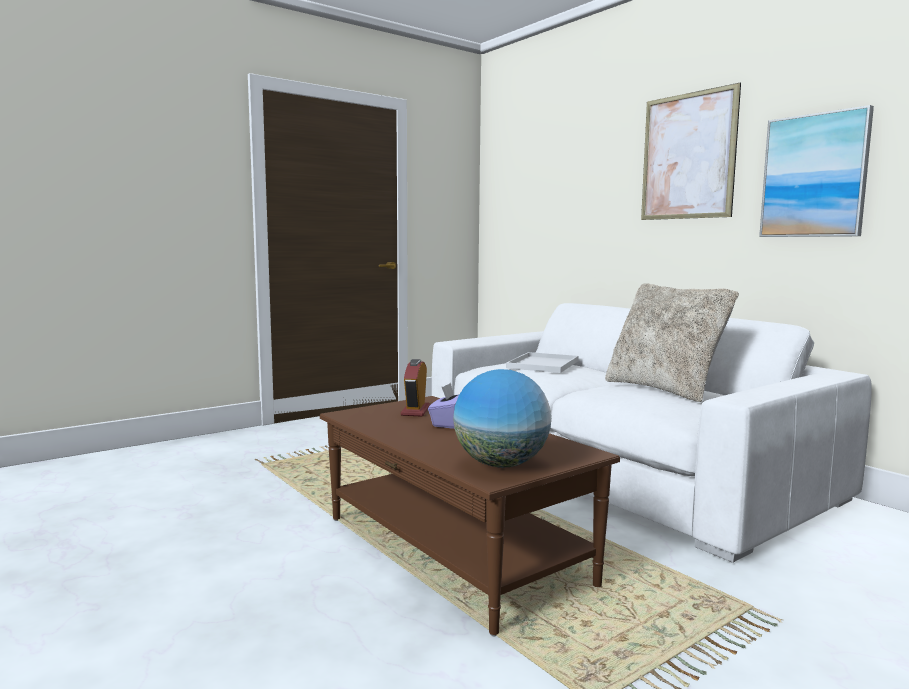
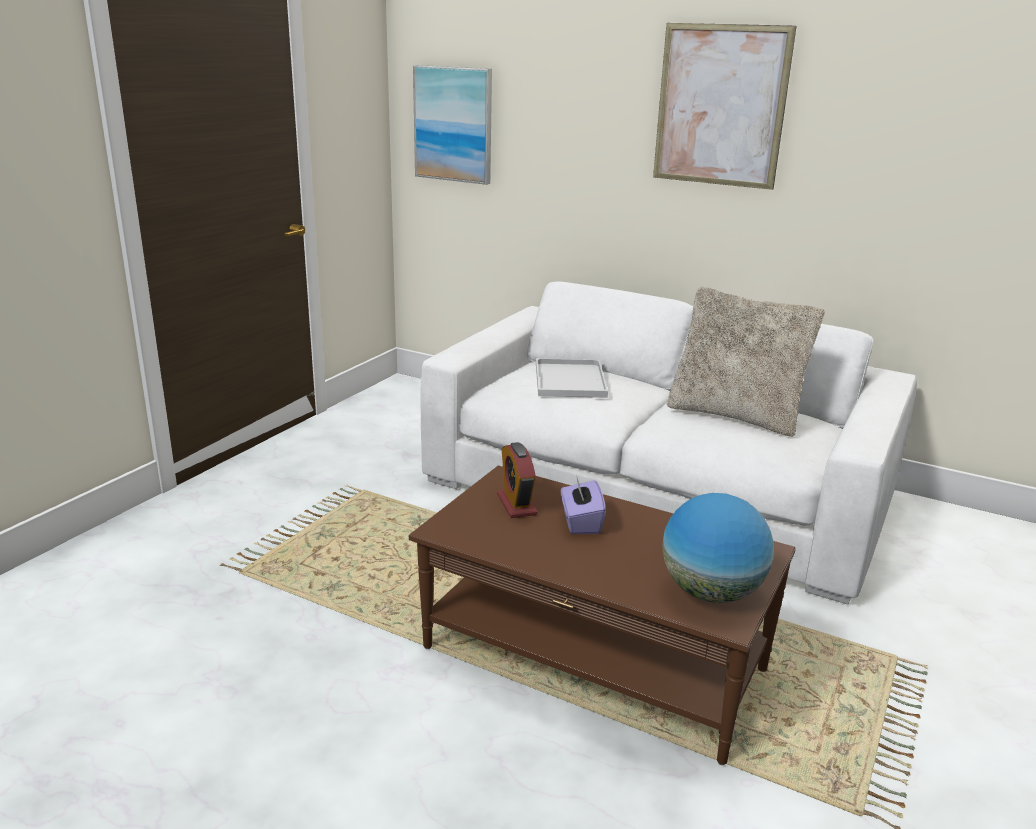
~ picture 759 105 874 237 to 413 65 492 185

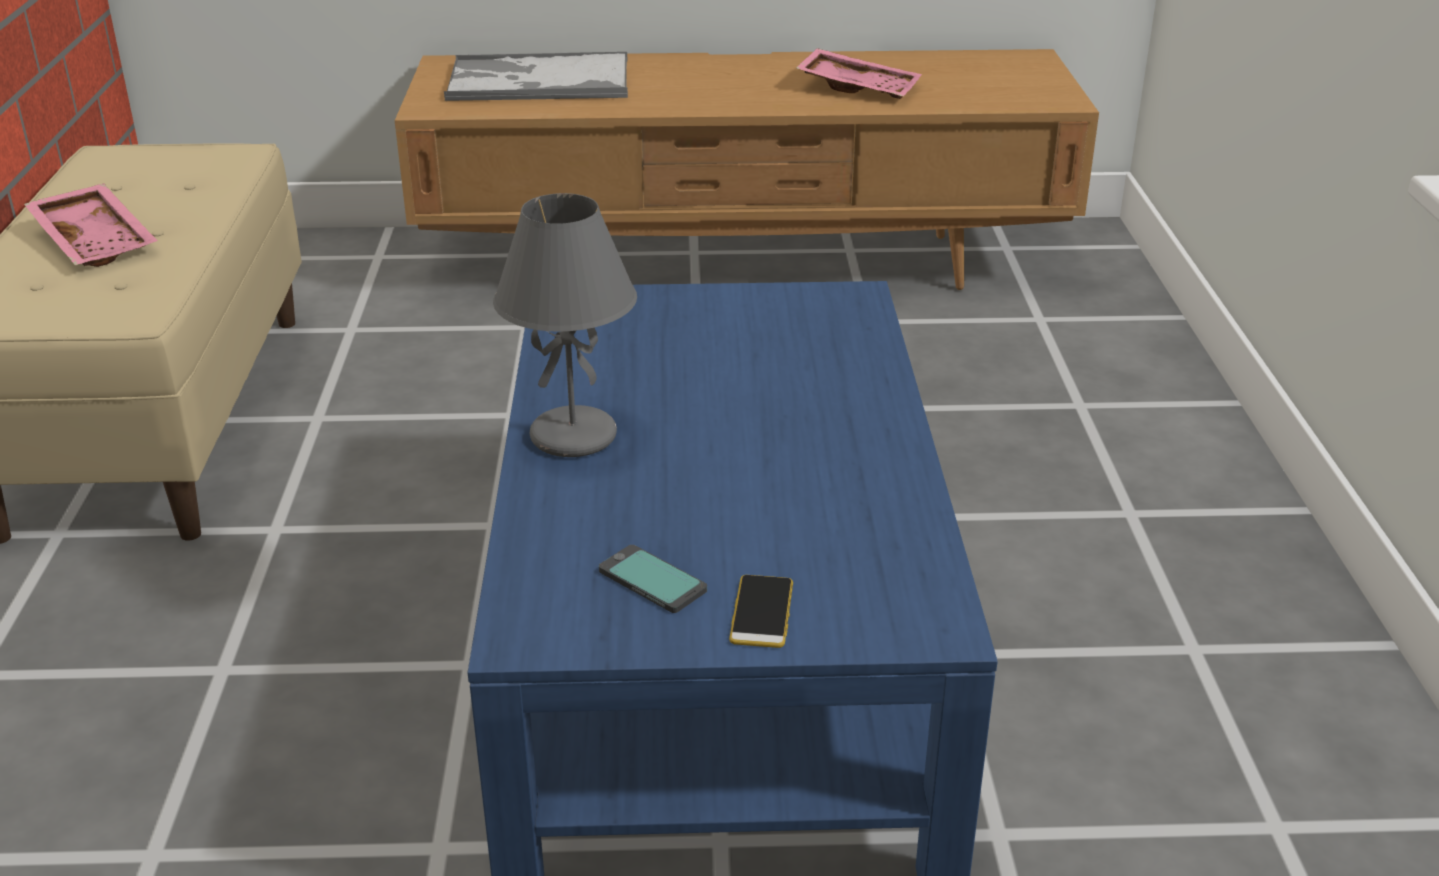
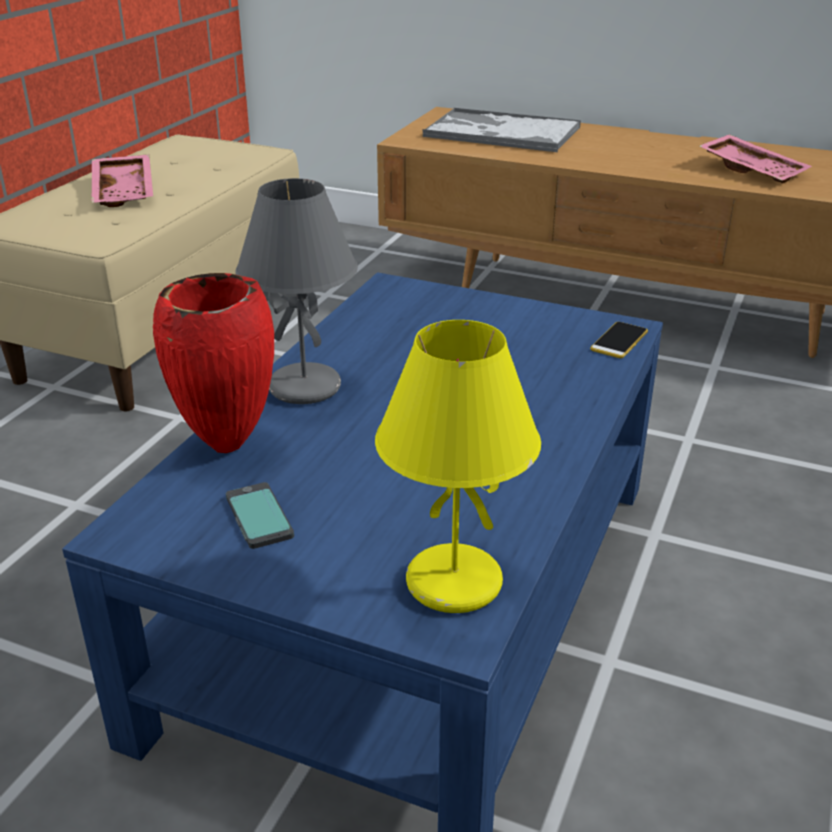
+ red vase 153 273 274 453
+ yellow table lamp 375 320 541 613
~ phone 729 575 793 648 to 590 322 648 358

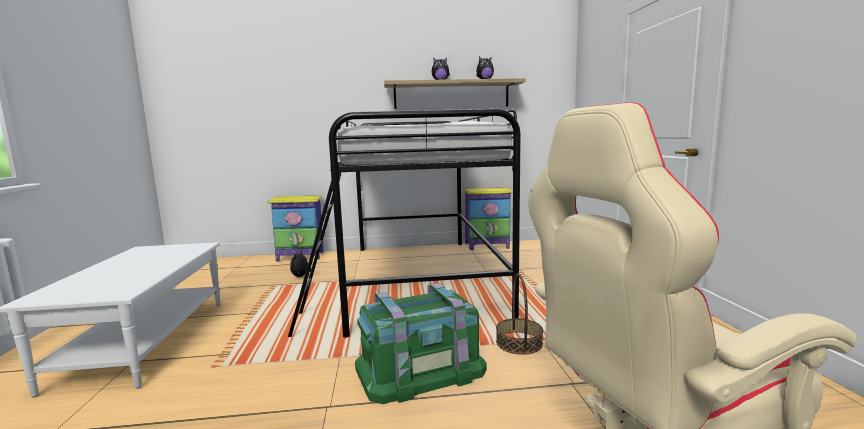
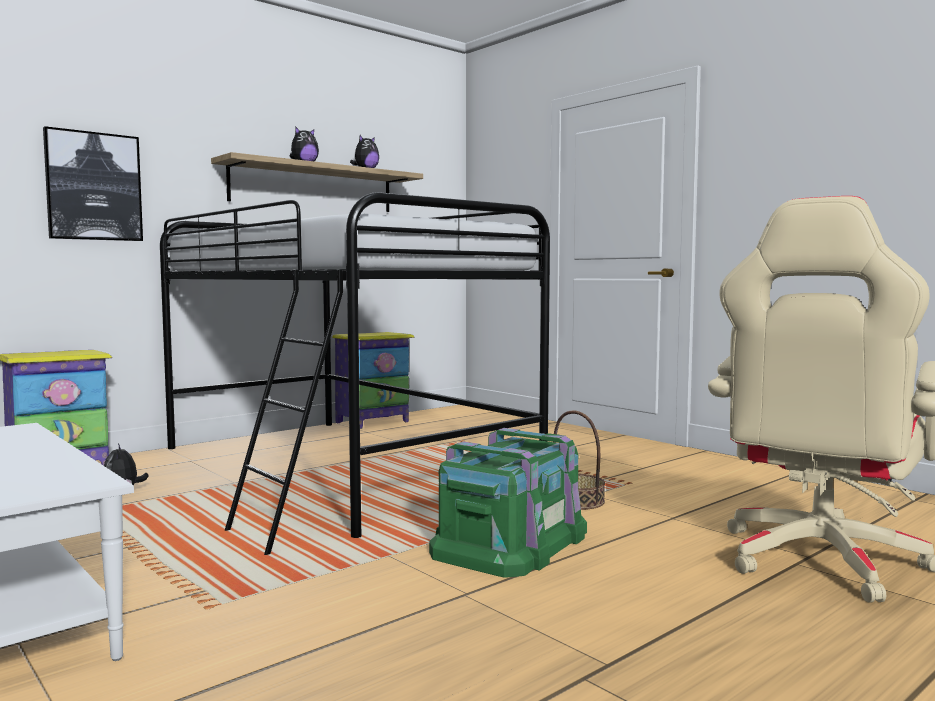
+ picture 43 126 143 241

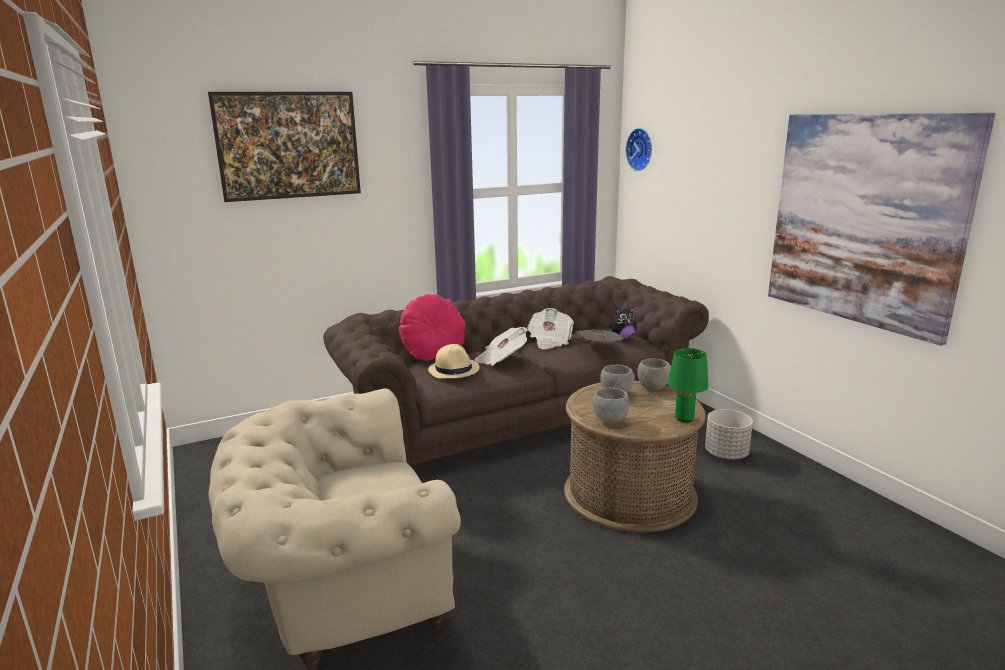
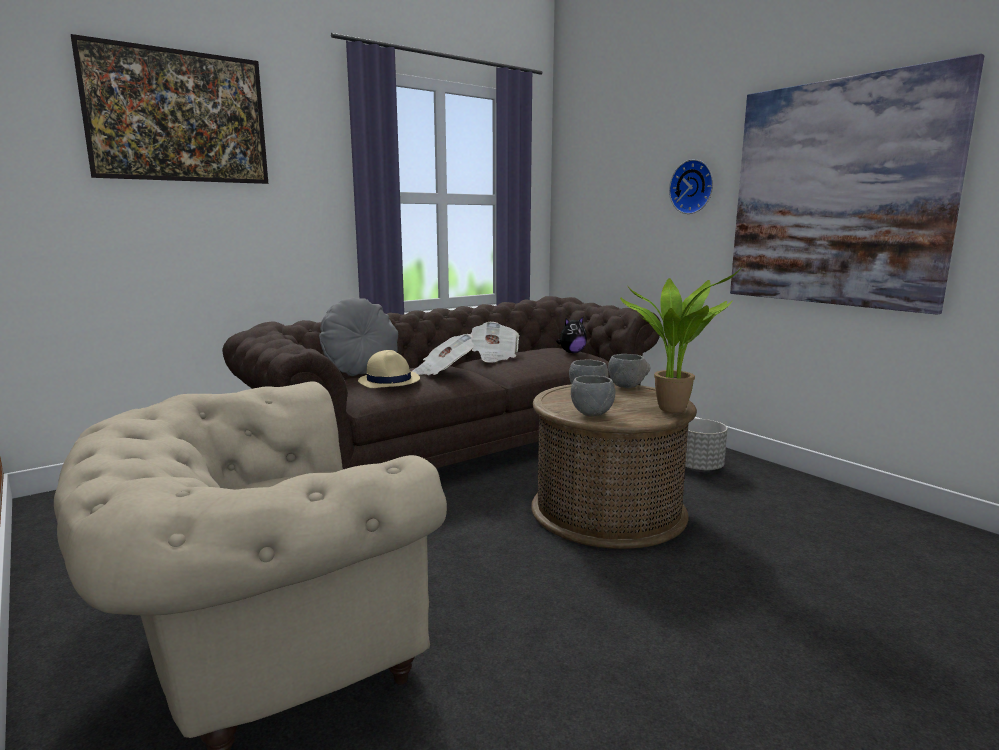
~ pink pillow 399 294 466 361 to grey pillow 319 298 398 376
~ green table lamp 668 348 709 422 to potted plant 620 266 743 413
~ wall clock 626 128 652 171 to 669 159 713 214
- newspaper 575 329 624 342

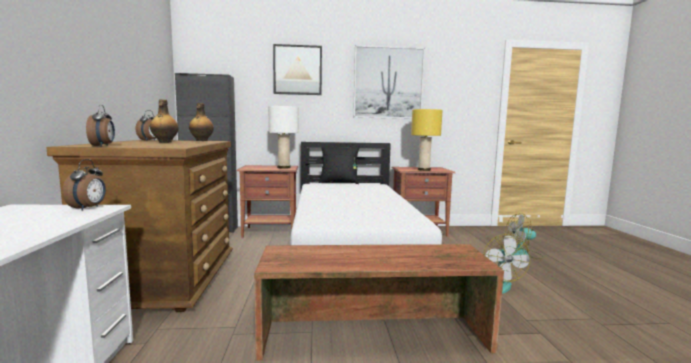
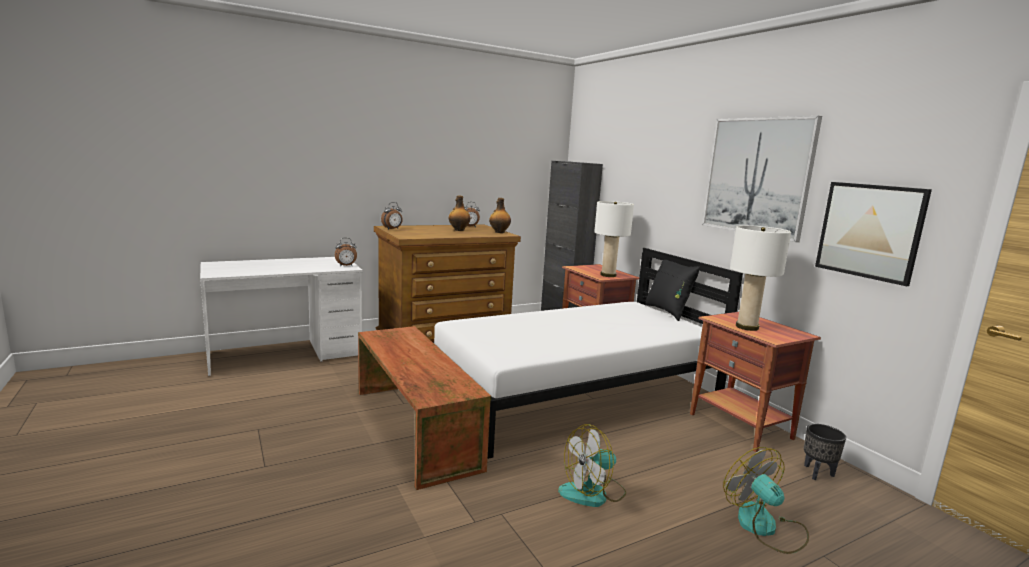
~ yellow table lamp 411 109 443 171 to white table lamp 730 225 791 331
+ black planter 804 424 846 480
~ picture 273 44 322 95 to 815 182 932 286

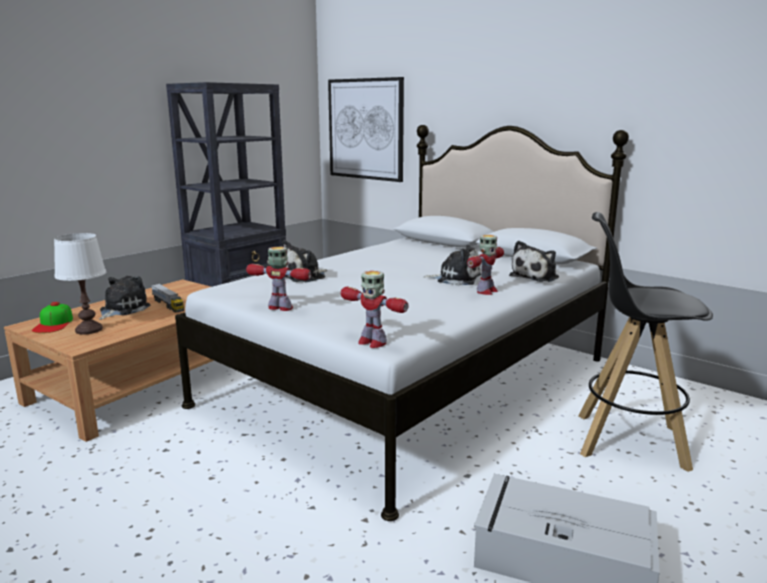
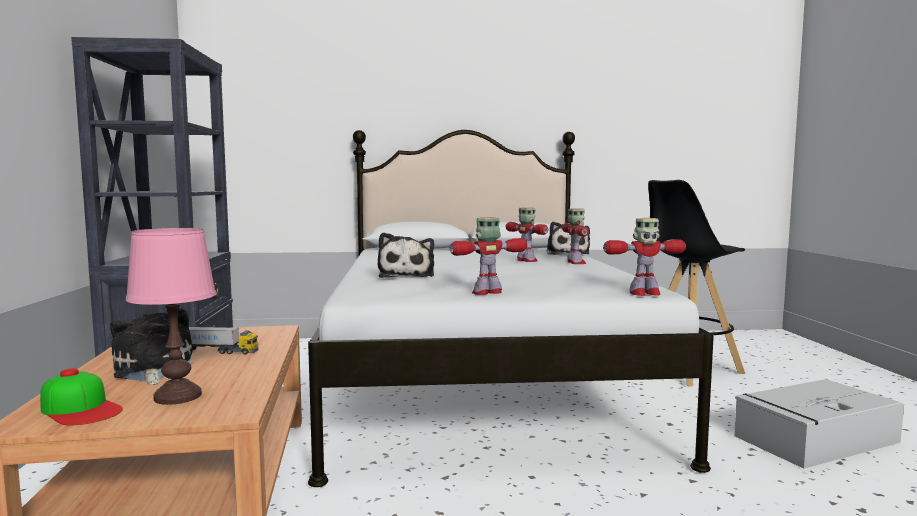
~ white table lamp 54 233 106 335 to pink table lamp 126 228 216 405
~ plush toy 424 245 481 286 to toy robot 506 207 548 262
- picture 328 77 404 182

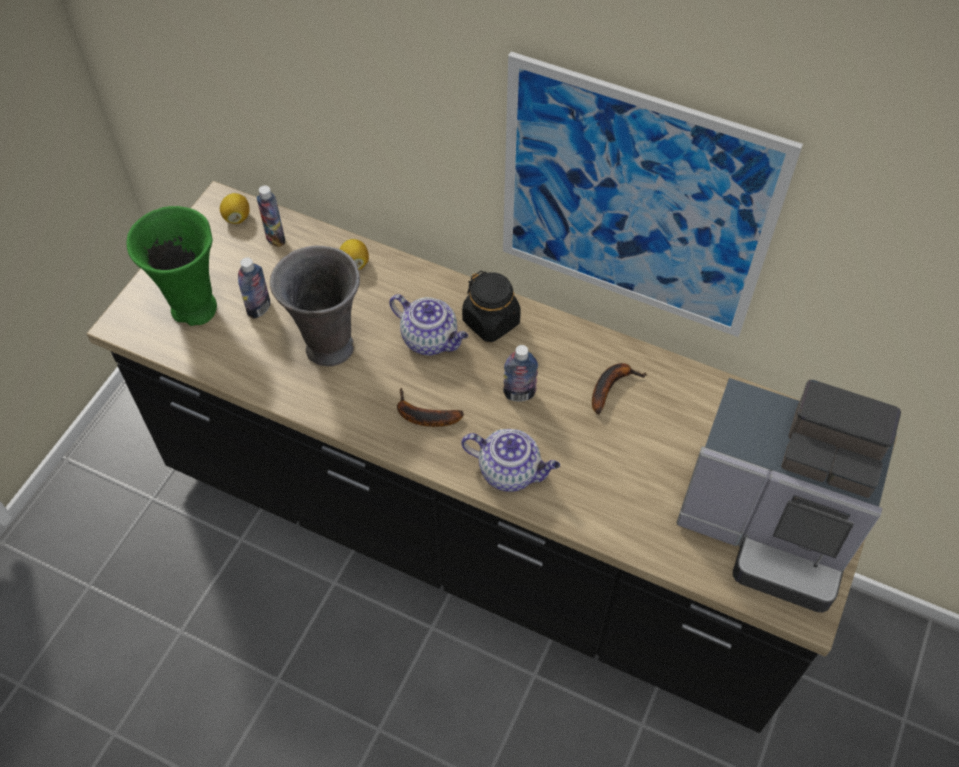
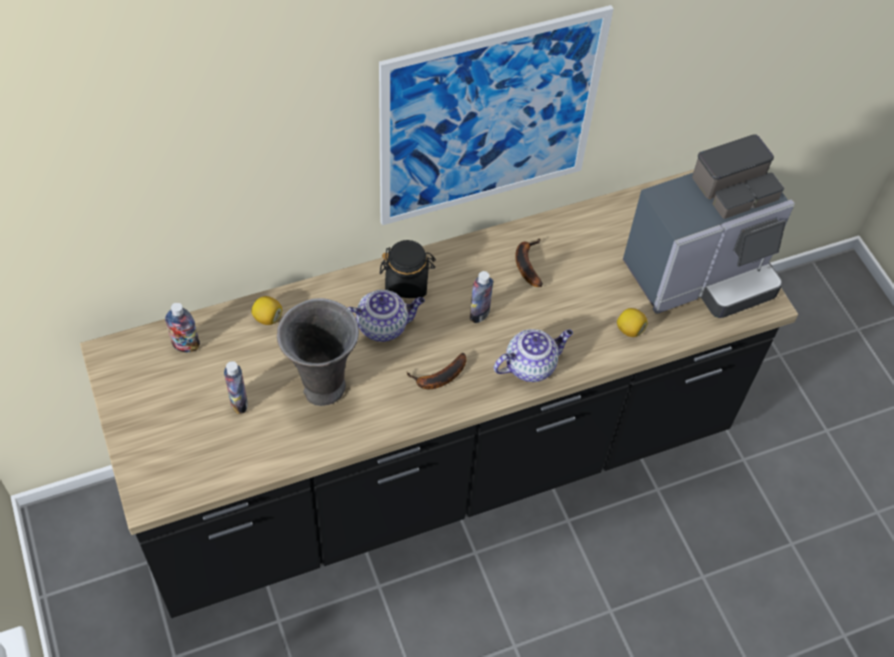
~ lemon 220 193 250 224 to 617 308 648 337
- green vase 127 206 217 326

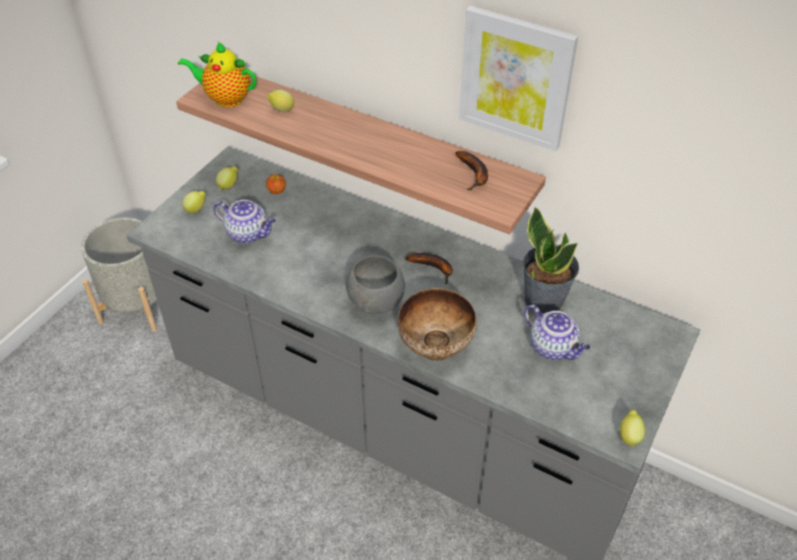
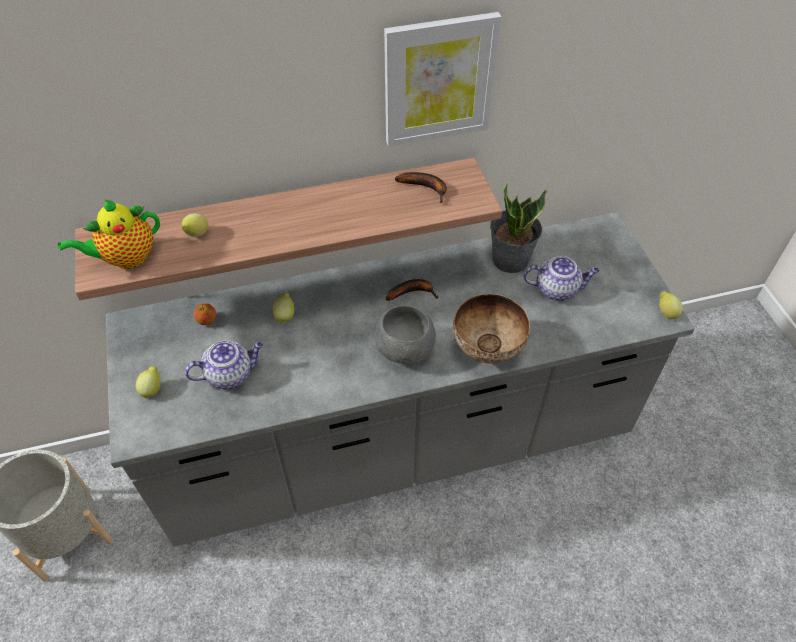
~ lemon 216 166 238 189 to 273 293 294 324

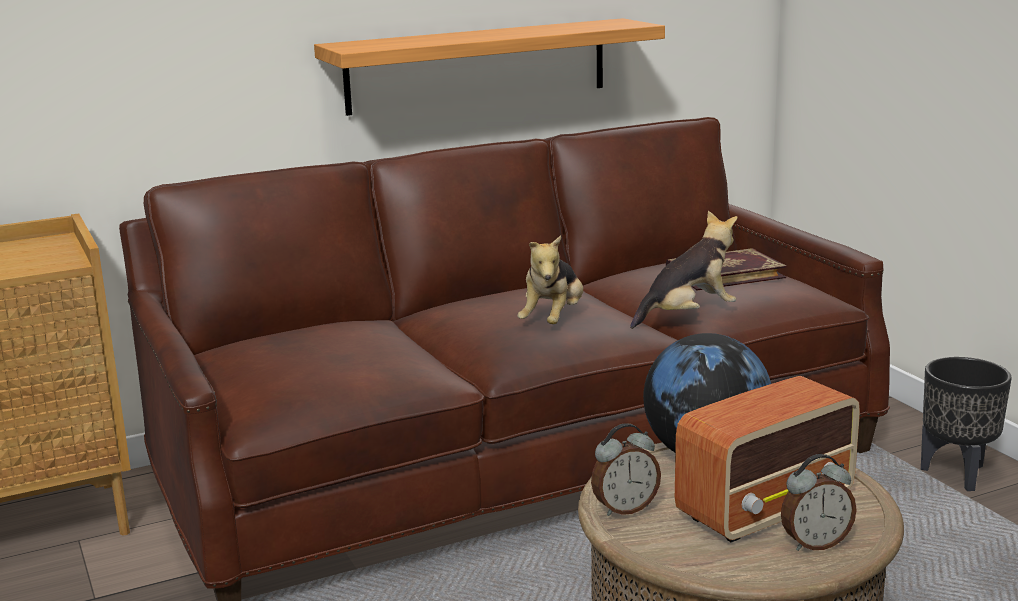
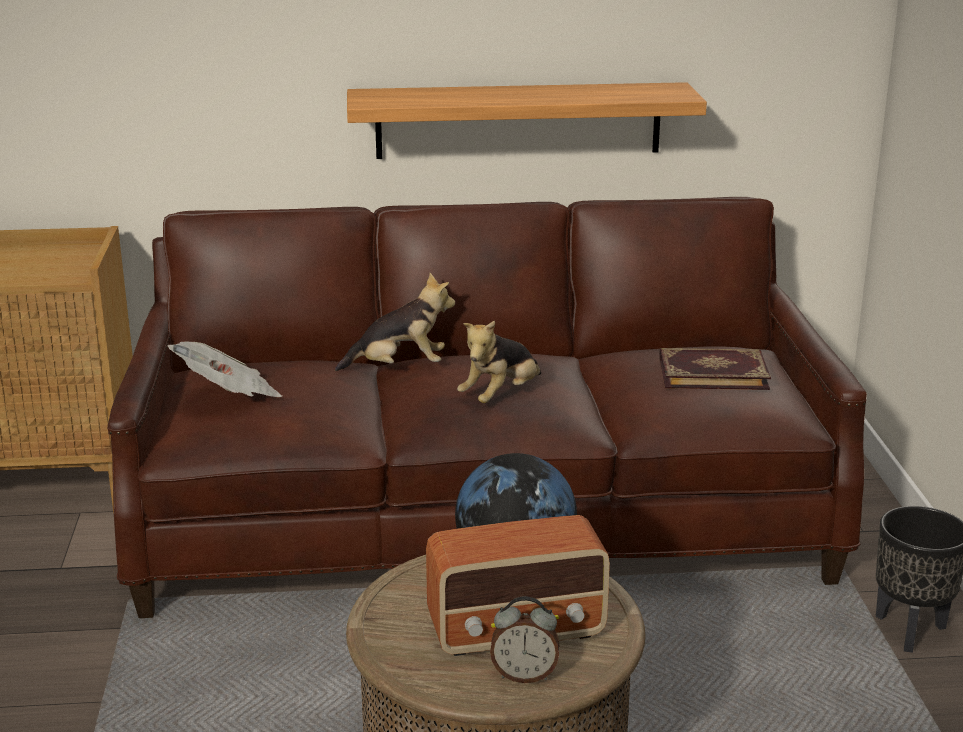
+ newspaper 168 342 282 397
~ plush toy 630 211 738 329 to 335 273 455 371
- alarm clock 591 423 661 516

